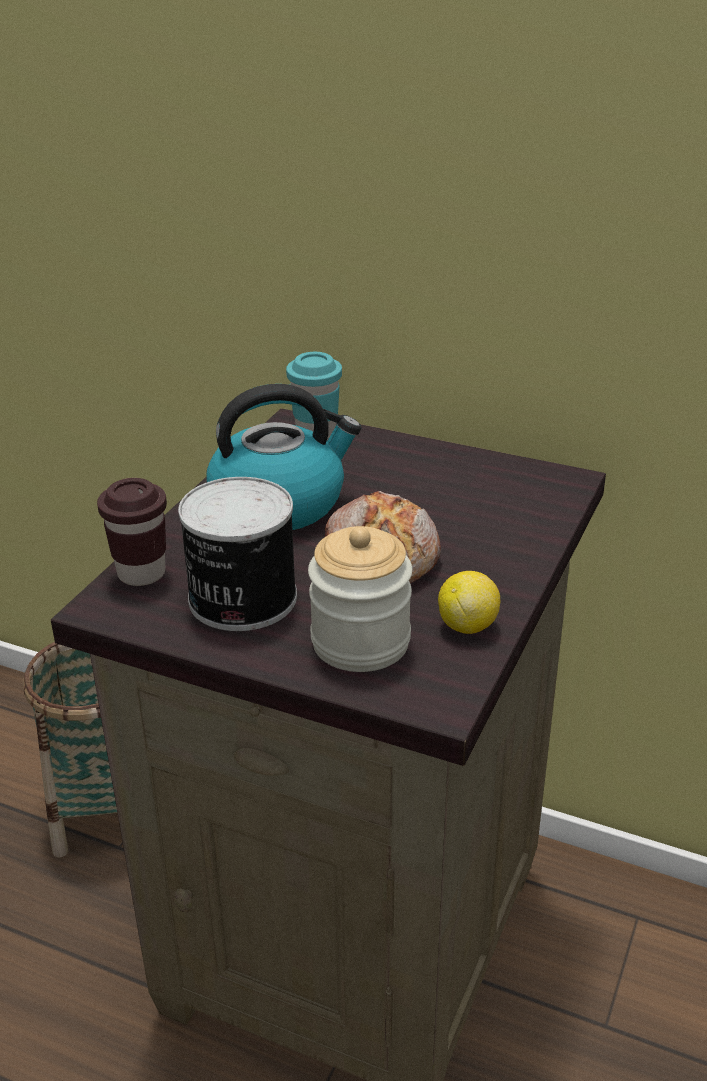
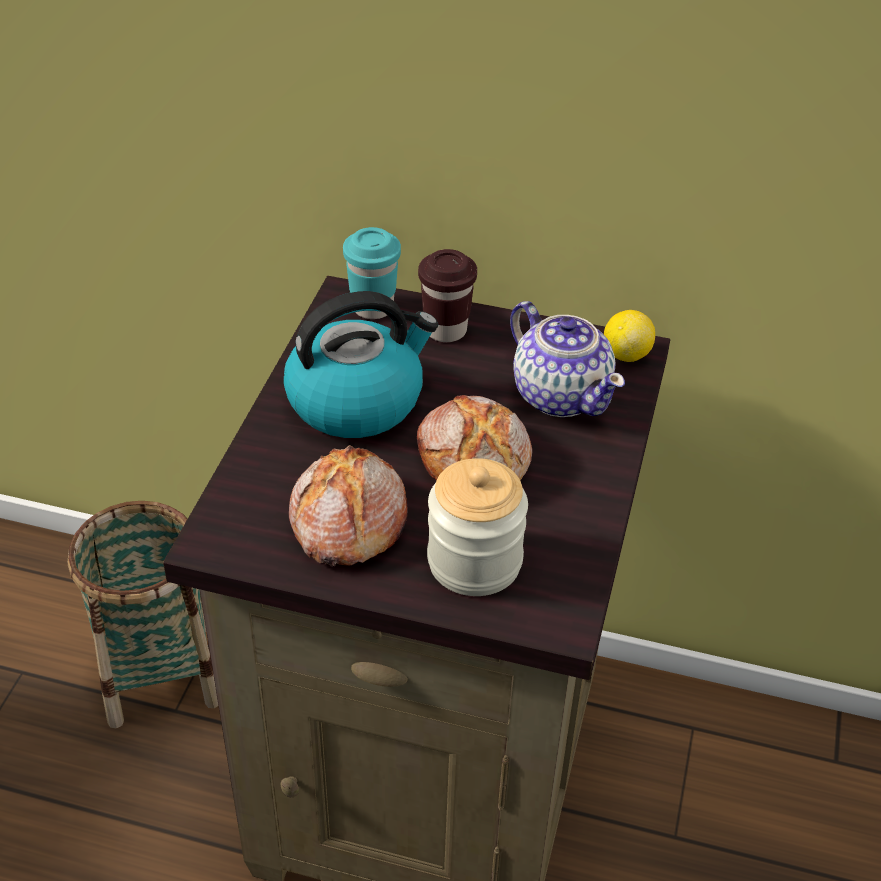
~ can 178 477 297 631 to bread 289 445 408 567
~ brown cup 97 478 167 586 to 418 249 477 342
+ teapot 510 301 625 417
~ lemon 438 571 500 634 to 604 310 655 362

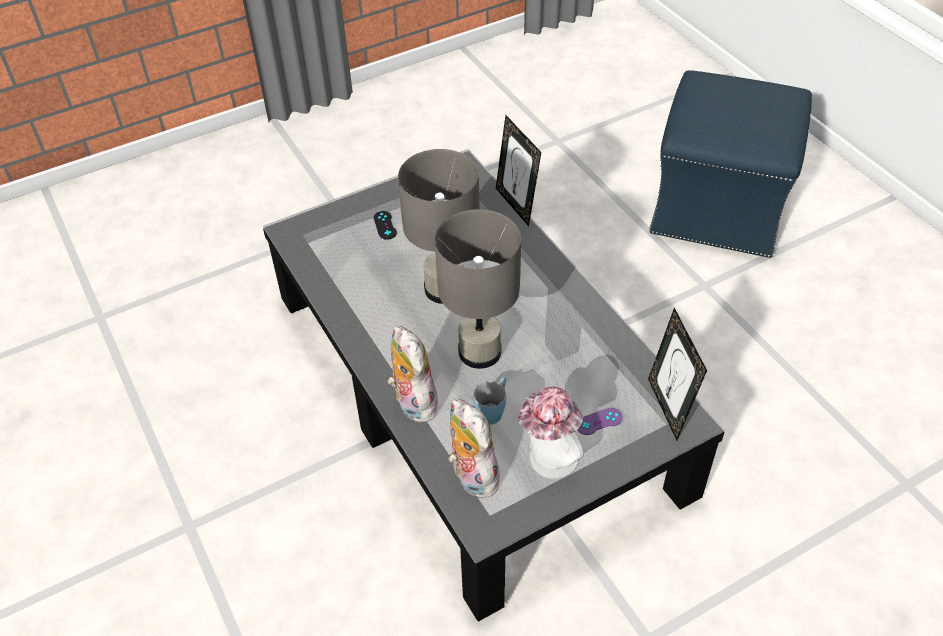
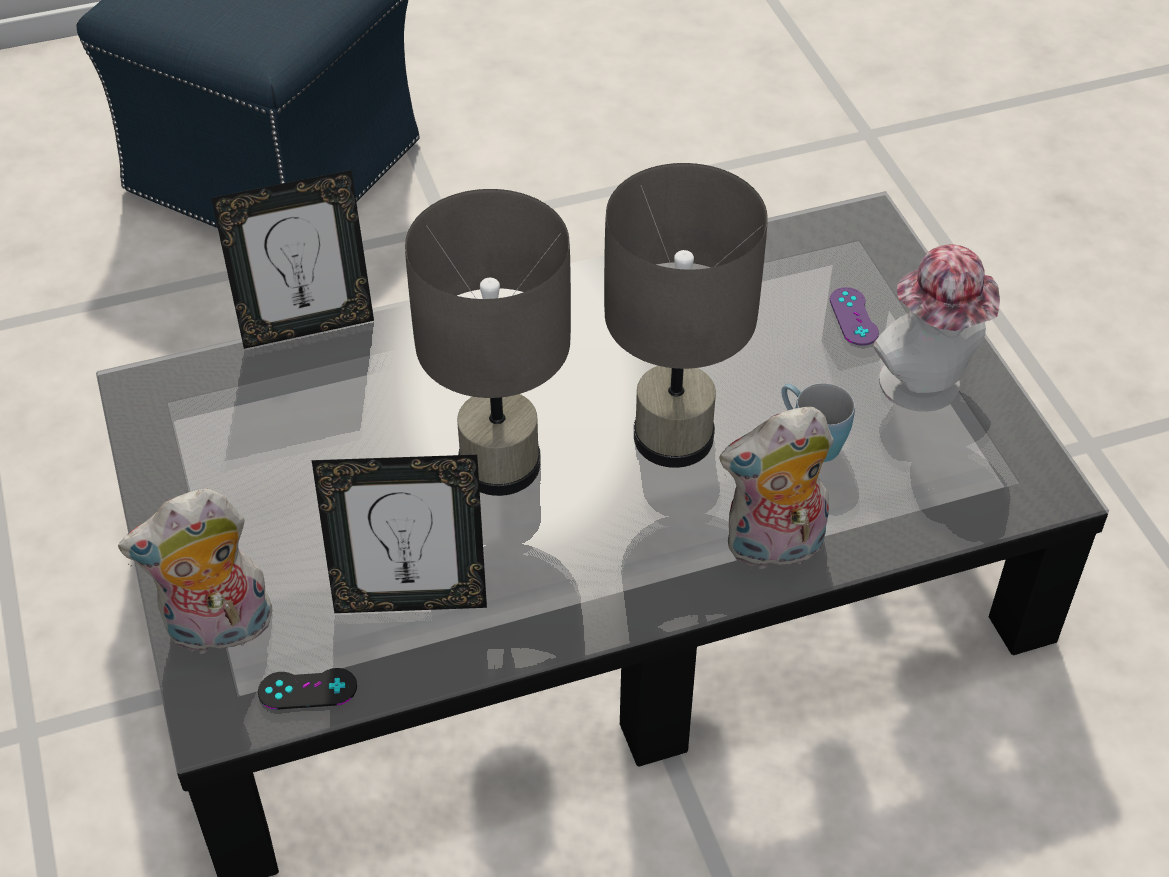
~ plush toy 448 398 503 498 to 118 489 273 655
~ black game controller 374 211 397 240 to 258 668 357 710
~ picture frame 648 308 707 440 to 312 455 487 613

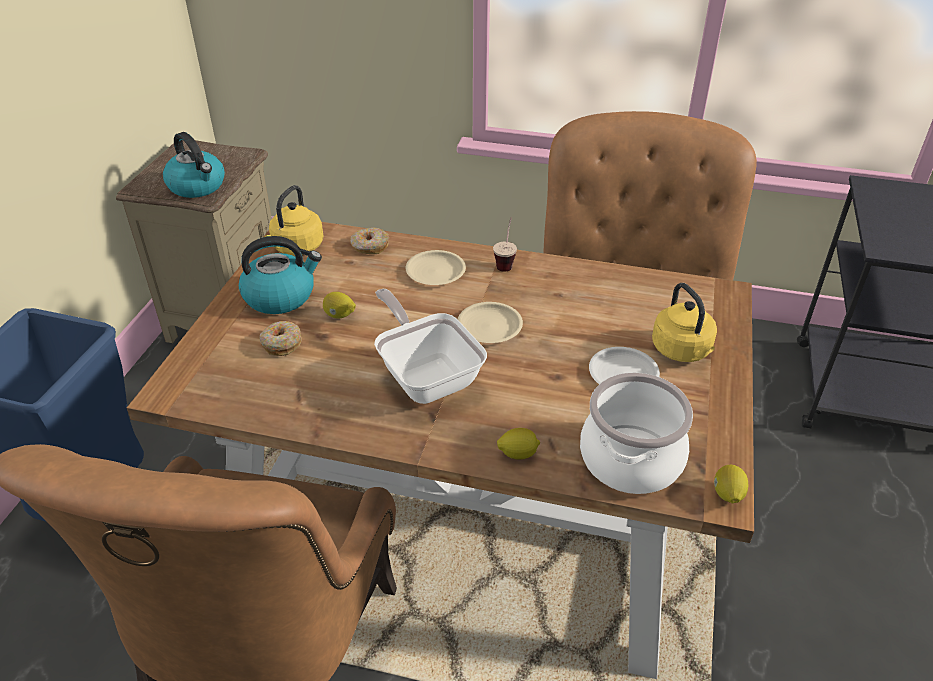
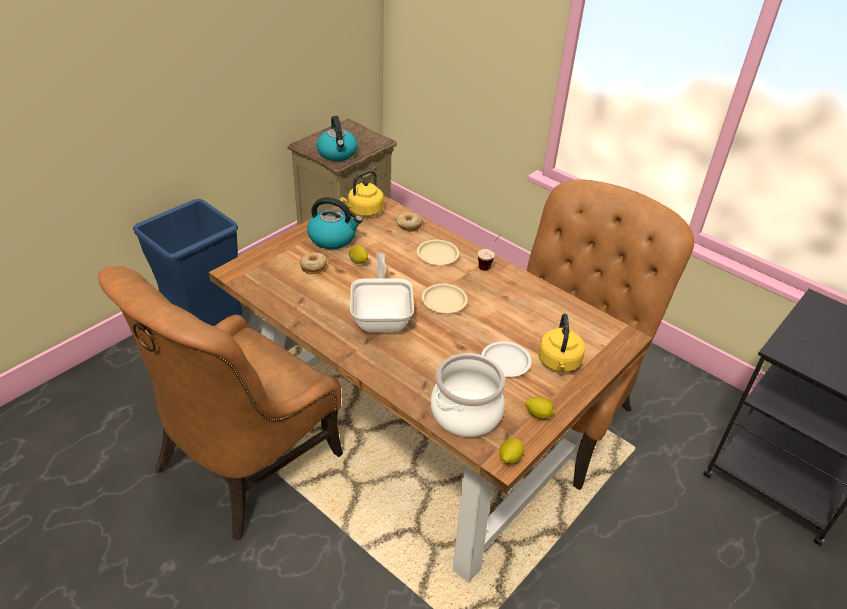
~ lemon 497 428 540 460 to 525 397 555 419

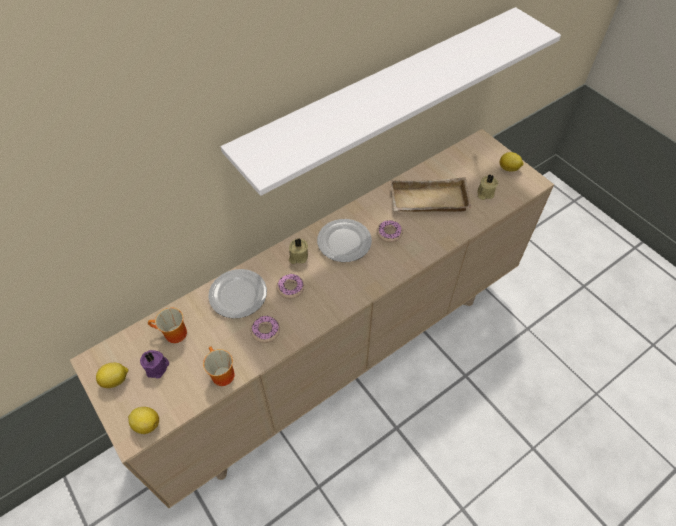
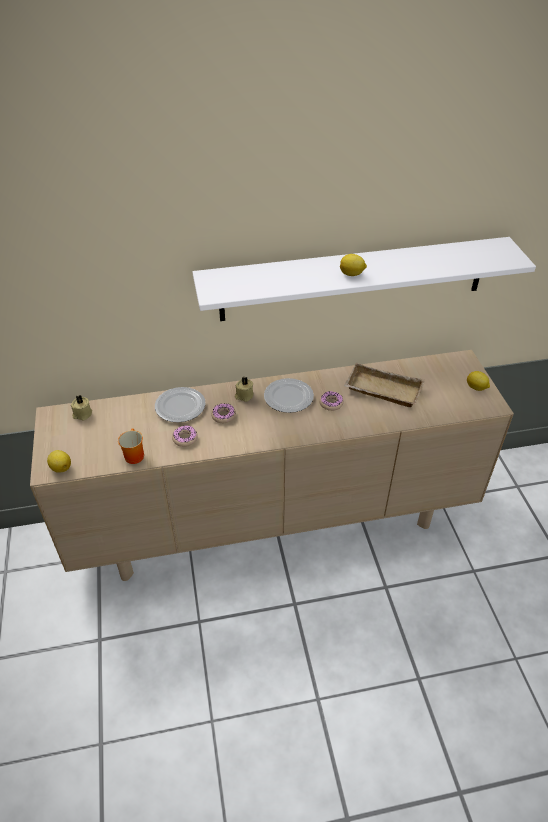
~ beige candle 477 174 498 200 to 71 395 92 421
~ lemon 96 363 129 388 to 340 254 367 276
- purple candle 140 350 169 379
- mug 148 308 187 343

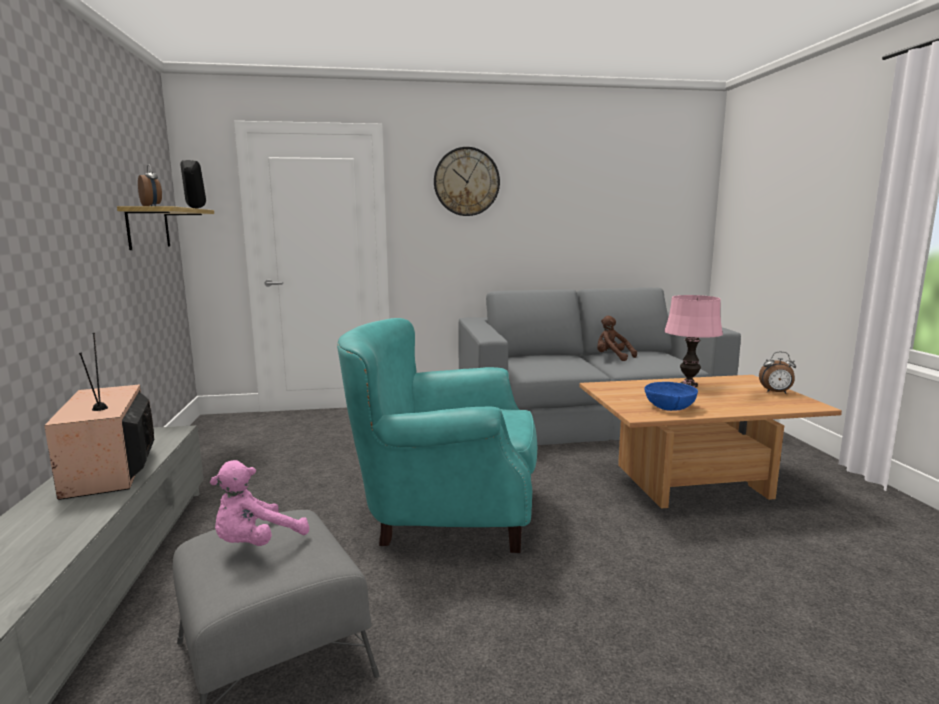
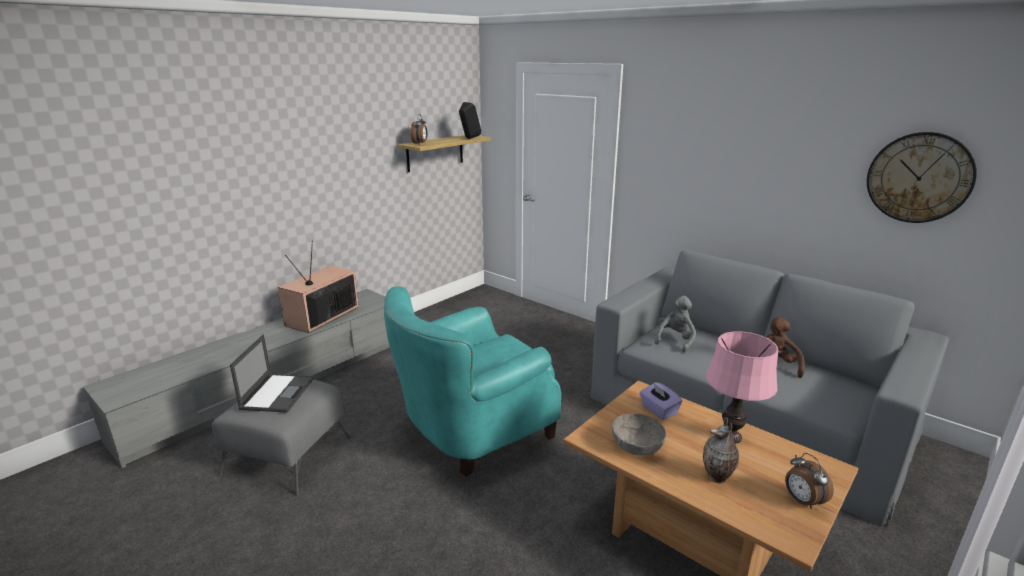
~ pink plush toy 210 460 309 546 to laptop 230 334 314 413
~ turquoise armchair 337 318 537 553 = 384 286 561 477 90 degrees counterclockwise
~ blue bowl 644 382 698 411 to grey bowl 612 414 666 455
+ purple tissue box 640 382 682 420
+ grey plush toy 655 296 696 353
+ vase 703 417 739 484
~ wall clock 434 147 500 216 to 867 132 977 223

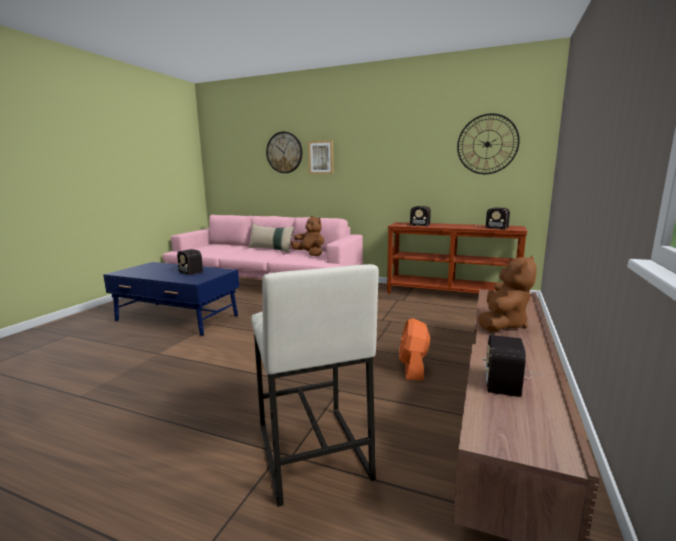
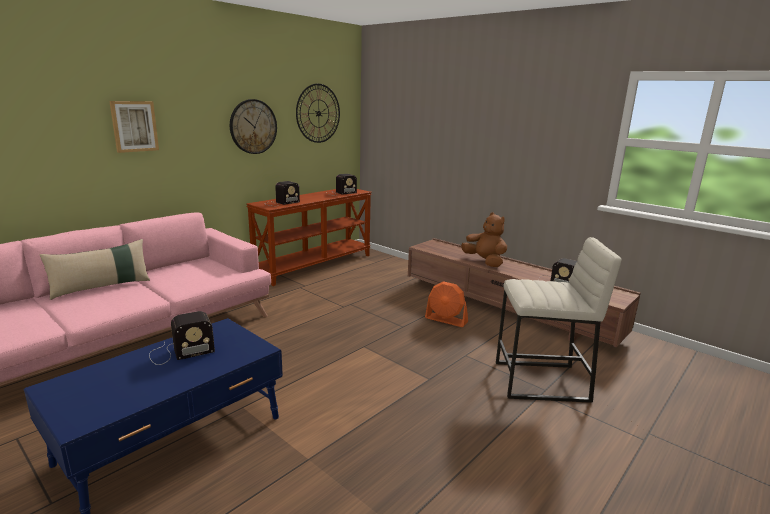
~ wall clock 266 132 302 173 to 230 99 277 154
- brown plush toy 291 216 324 256

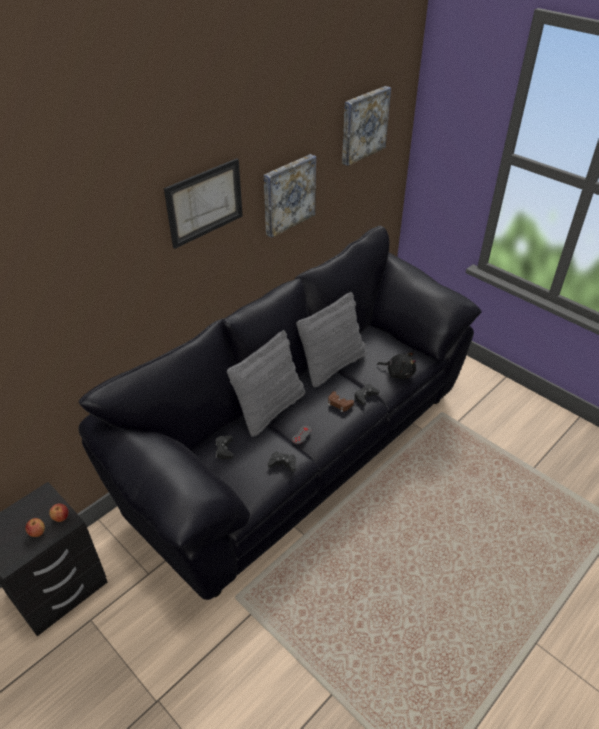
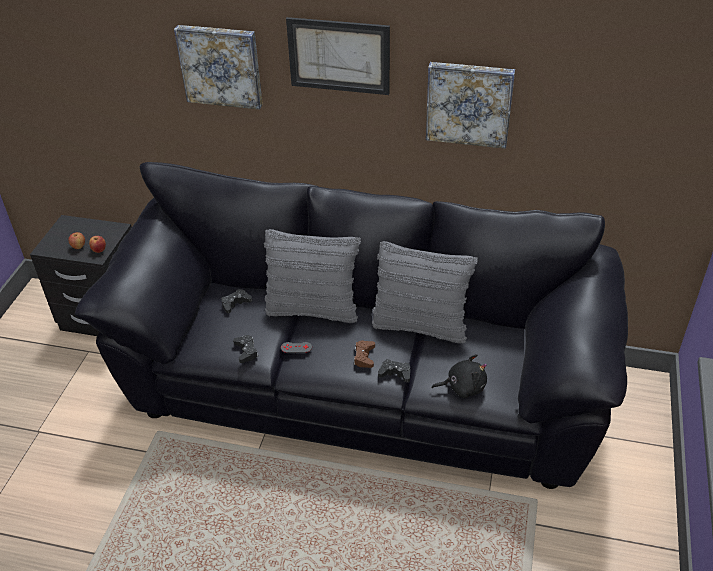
~ picture 342 86 391 166 to 174 25 263 110
~ black plush toy 377 352 416 379 = 432 354 487 398 90 degrees counterclockwise

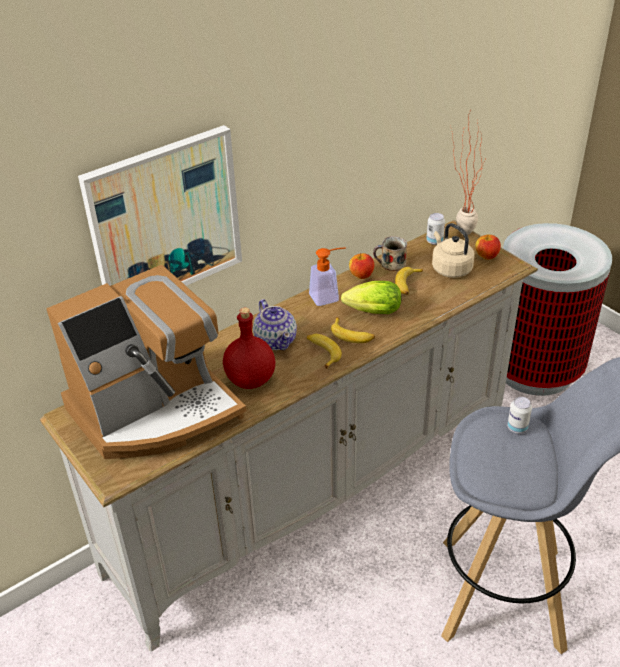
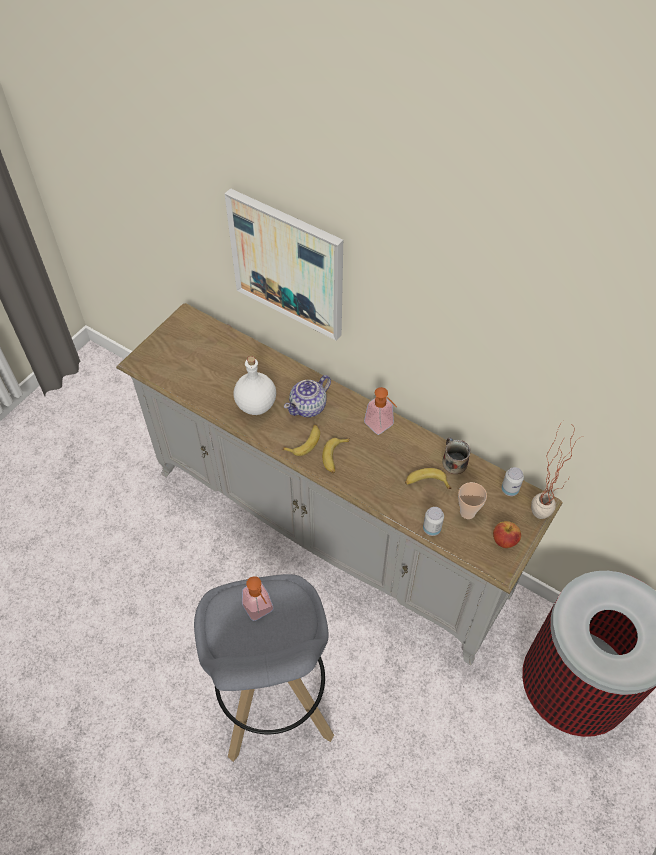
~ red bottle 223 307 275 389 to white bottle 234 356 276 415
+ soap dispenser 242 576 274 621
~ can 507 397 532 433 to 423 507 444 536
~ beige kettle 432 223 475 278 to cup 458 482 487 519
- coffee machine 46 265 246 459
- lettuce 341 281 401 314
- apple 349 253 374 279

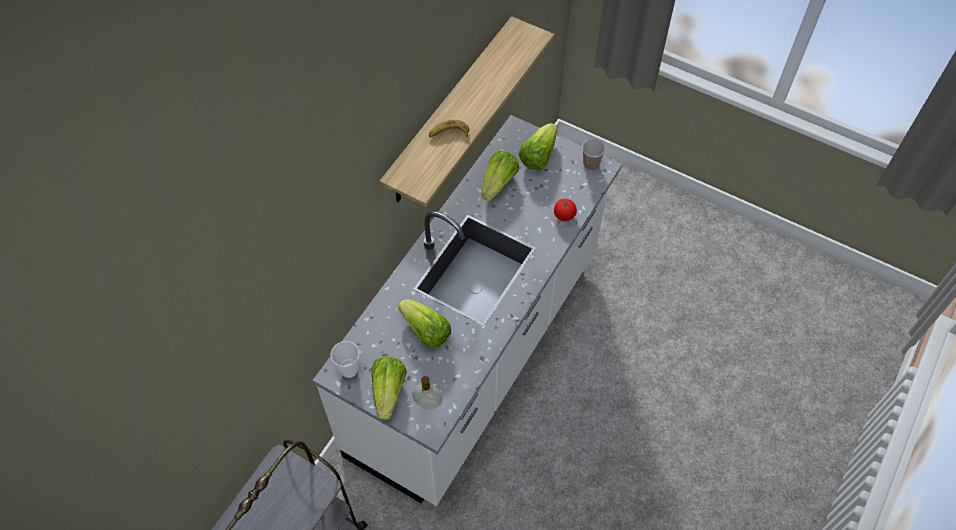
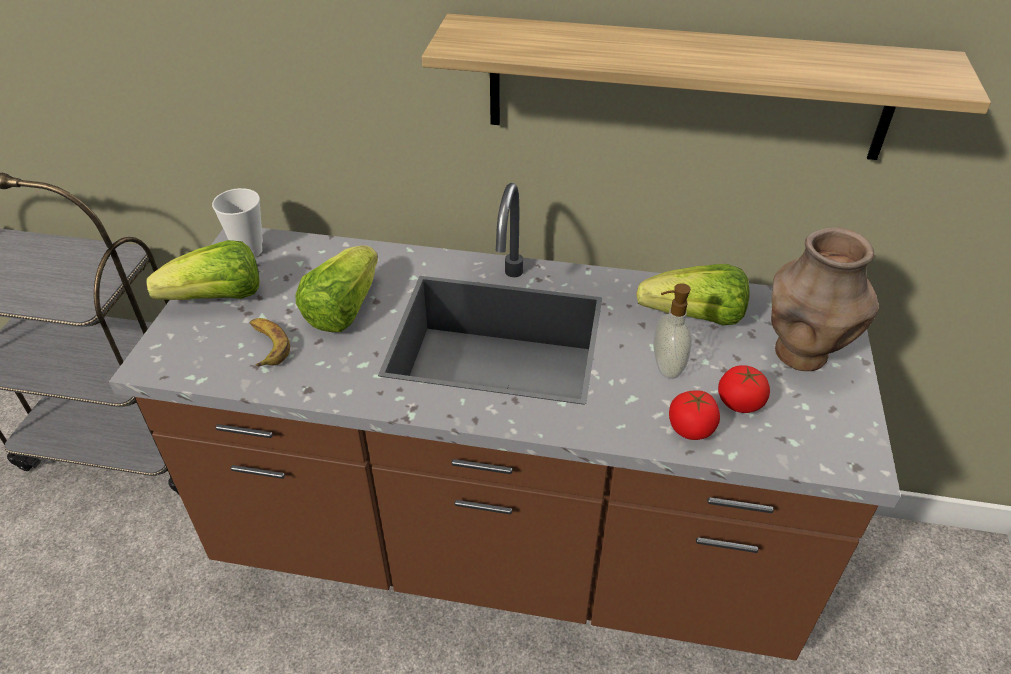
~ white counter 313 115 622 506 to brown counter 109 183 901 661
~ banana 429 120 469 138 to 249 318 290 366
~ soap dispenser 412 376 443 409 to 653 283 692 379
+ tomato 718 365 770 413
~ lettuce 519 123 557 171 to brown vase 771 227 879 371
- cup 582 139 605 170

